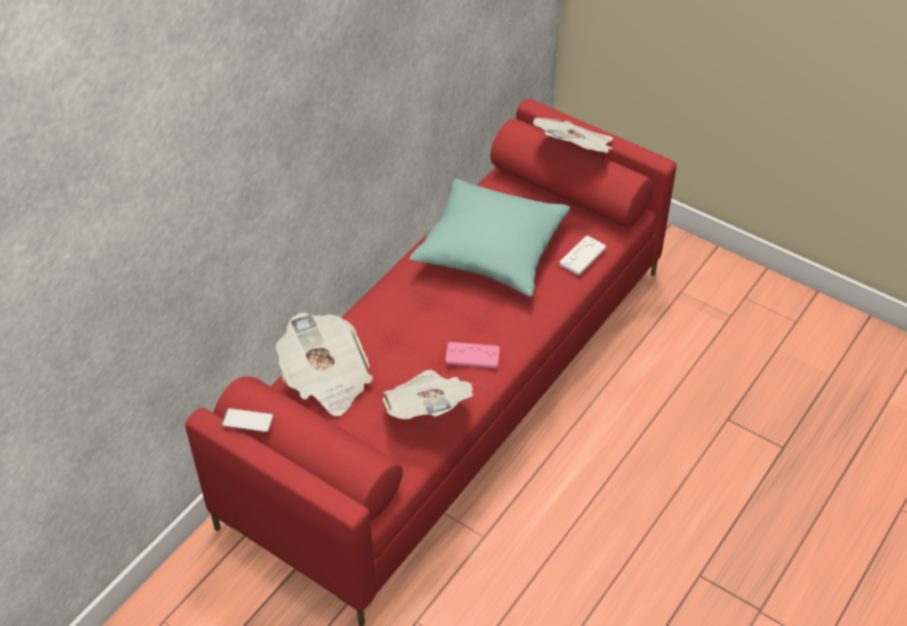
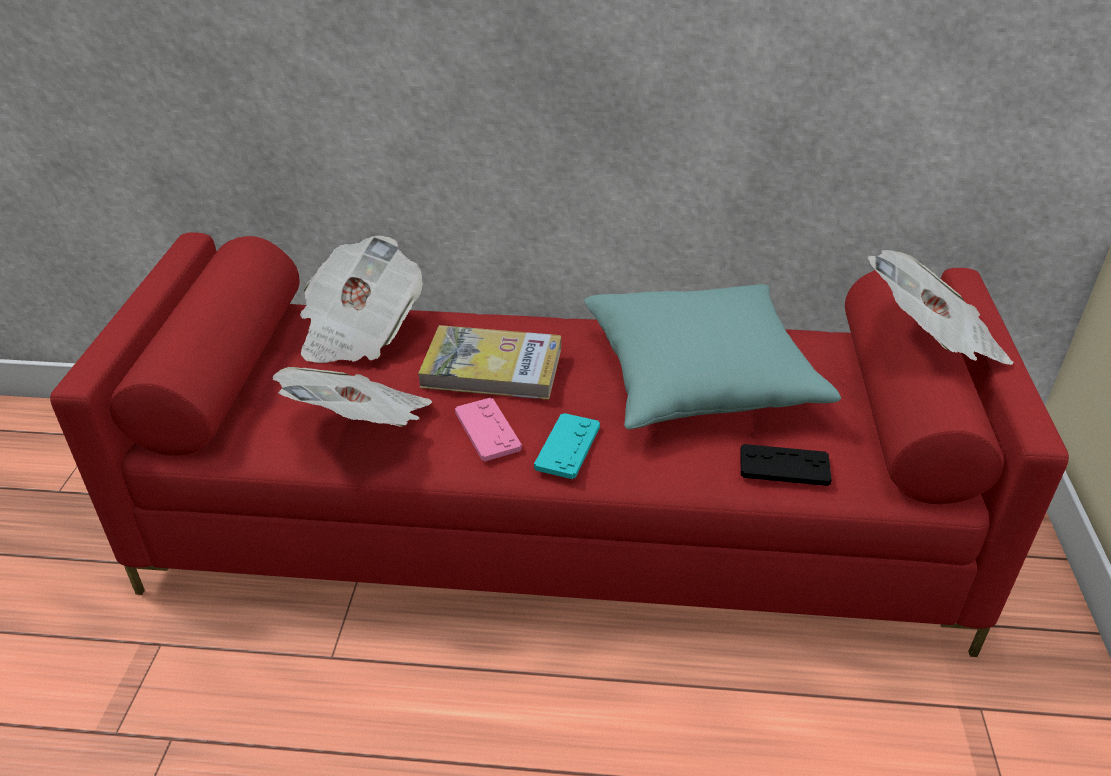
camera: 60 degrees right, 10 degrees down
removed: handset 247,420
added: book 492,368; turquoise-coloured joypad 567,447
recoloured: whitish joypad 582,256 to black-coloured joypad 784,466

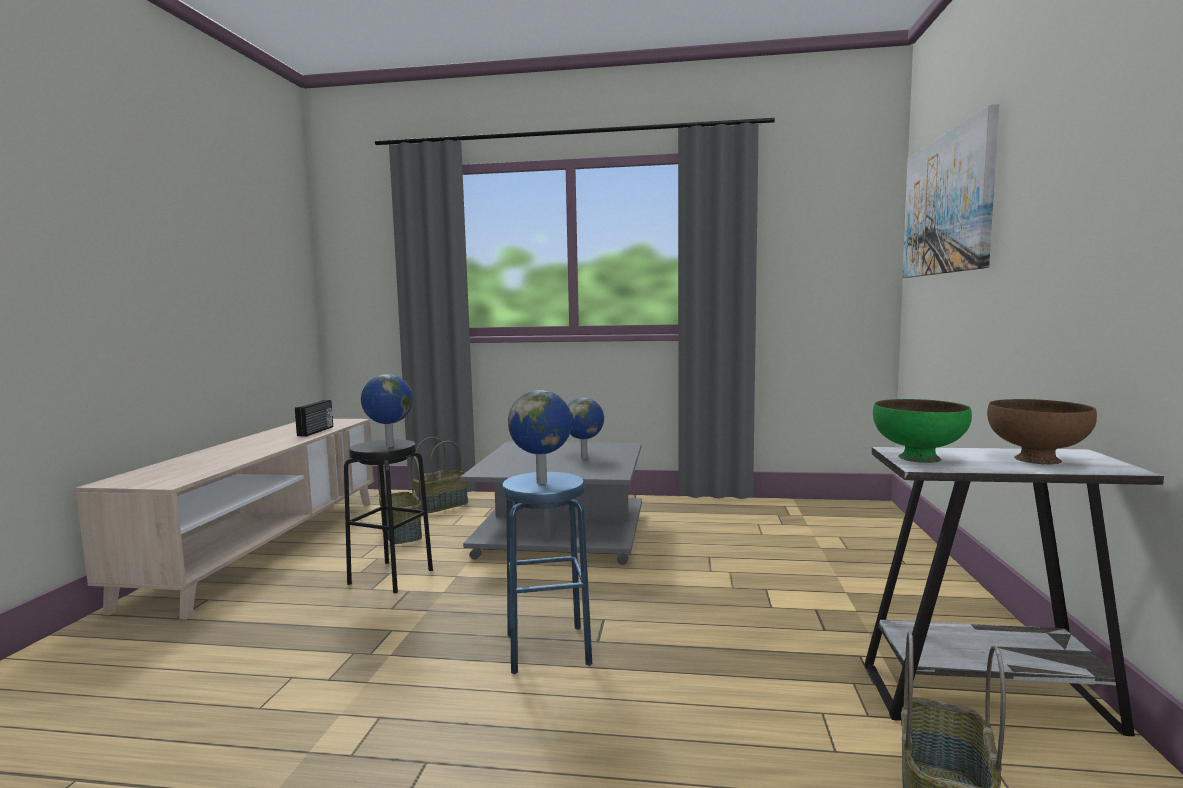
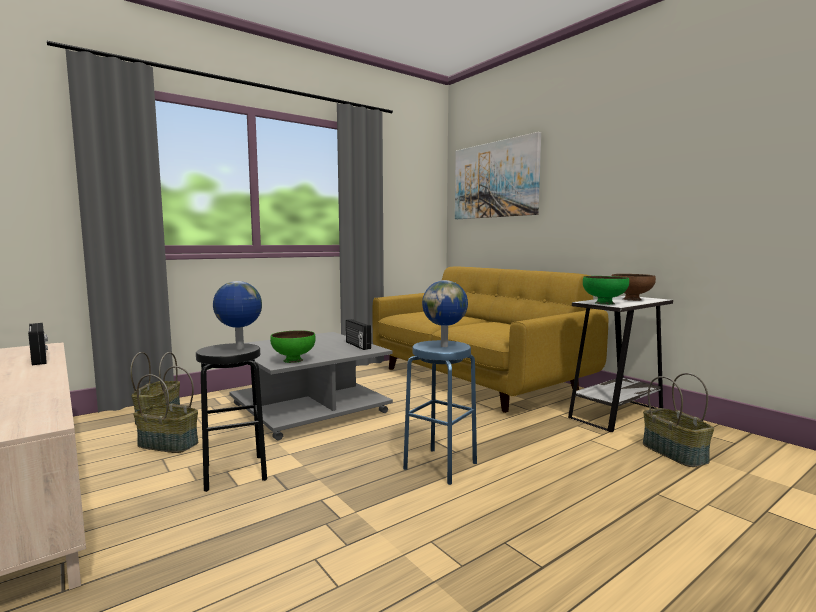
camera: 45 degrees left, 0 degrees up
removed: desk globe 585,457
added: green bowl 294,360; radio 357,345; yellowish sofa 476,378

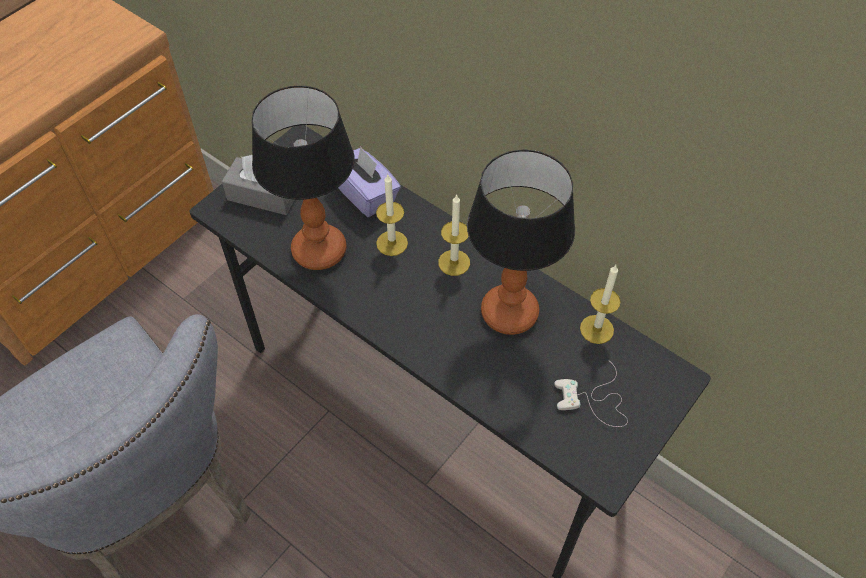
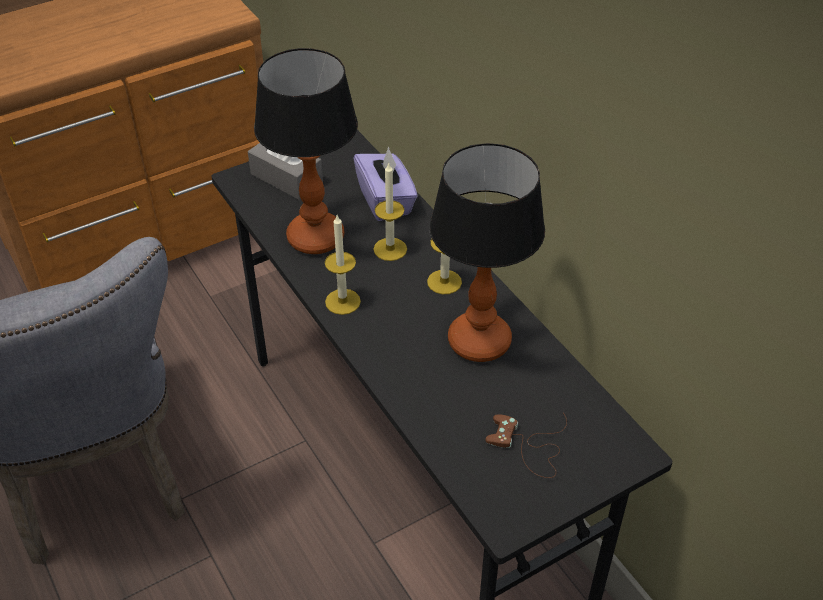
camera: 20 degrees right, 10 degrees down
moved: wax candle 596,329 to 342,301
recoloured: whitish joypad 594,400 to brown-coloured joypad 529,446

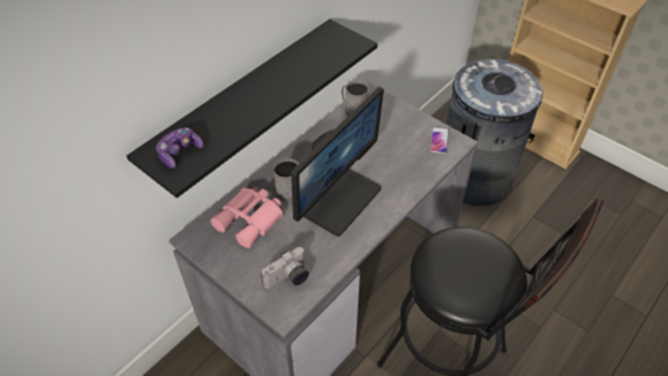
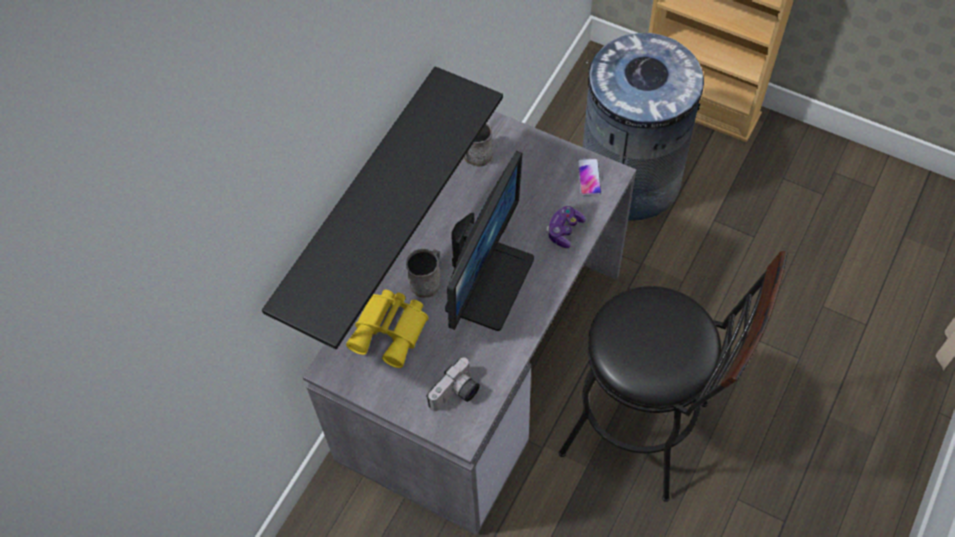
camera: 10 degrees left, 10 degrees up
moved: joypad 180,152 to 564,230
recoloured: pink pair of binoculars 251,219 to yellowish pair of binoculars 391,331

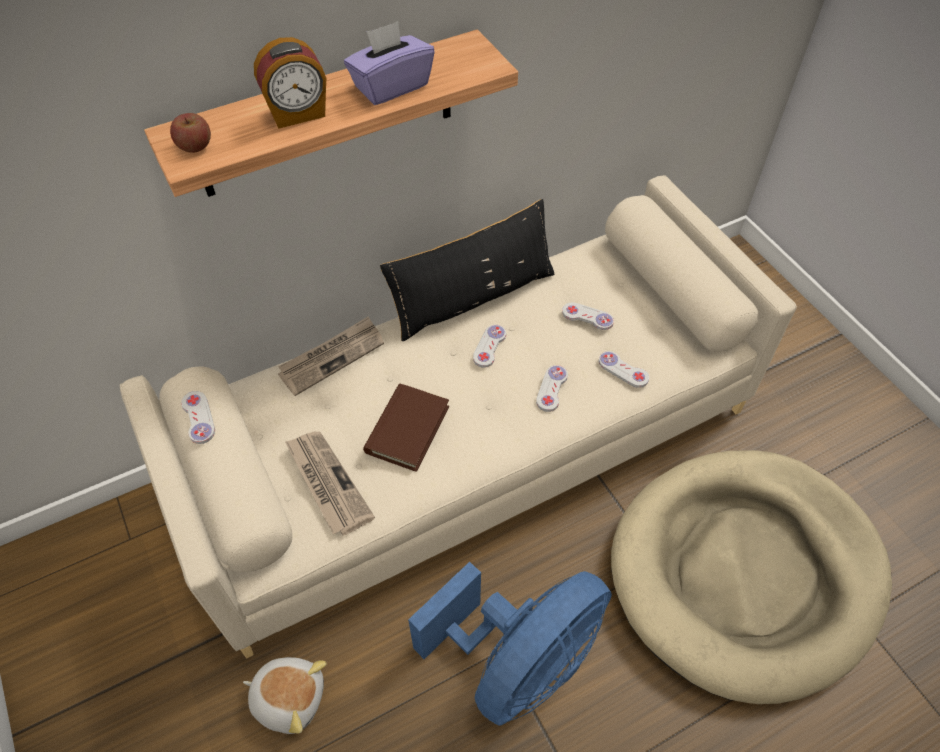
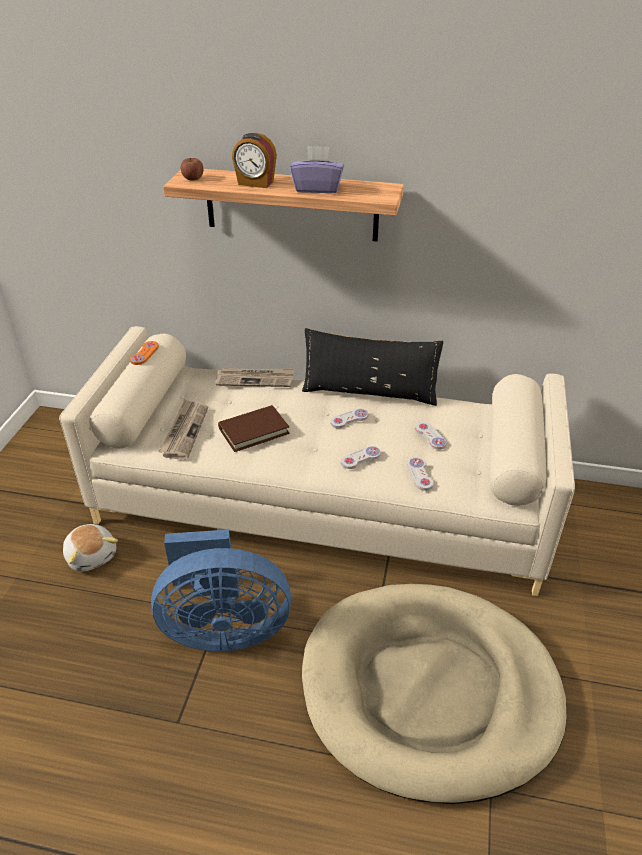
camera: 40 degrees right, 15 degrees down
recoloured: whitish joypad 198,418 to orangey joypad 144,354

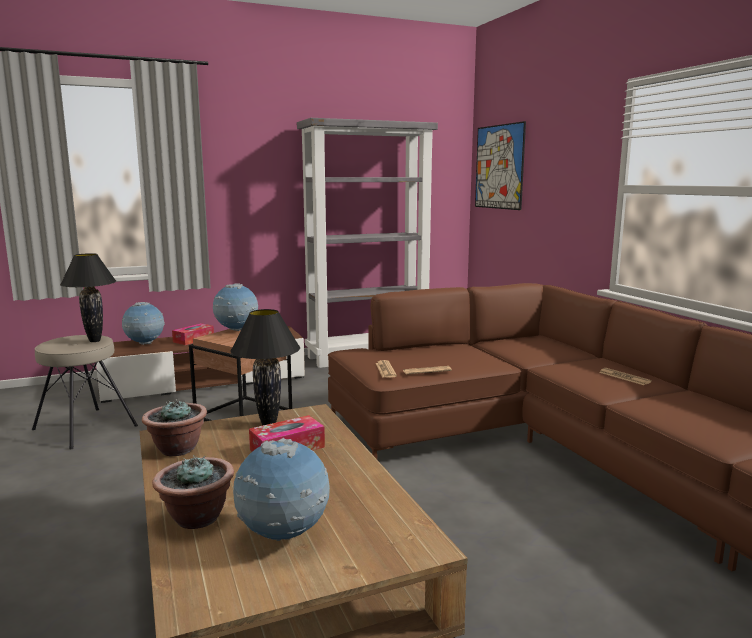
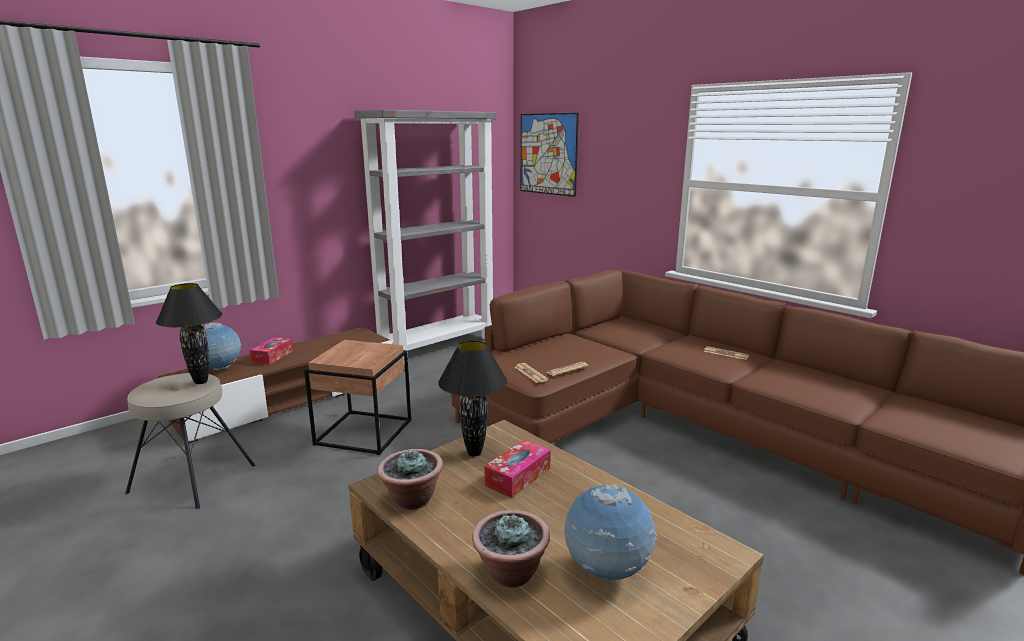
camera: 20 degrees left, 5 degrees up
removed: desk globe 236,331

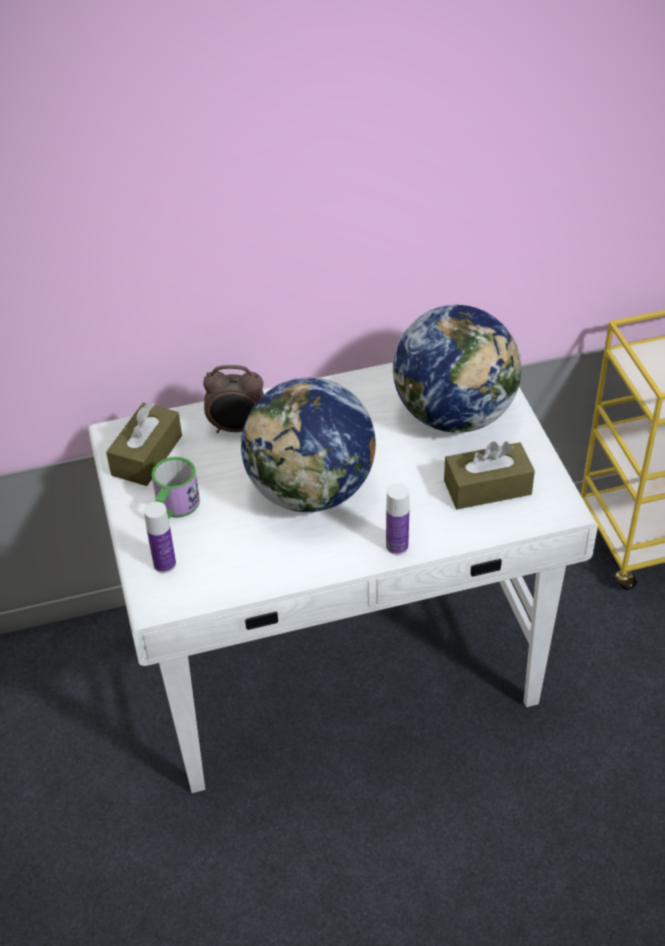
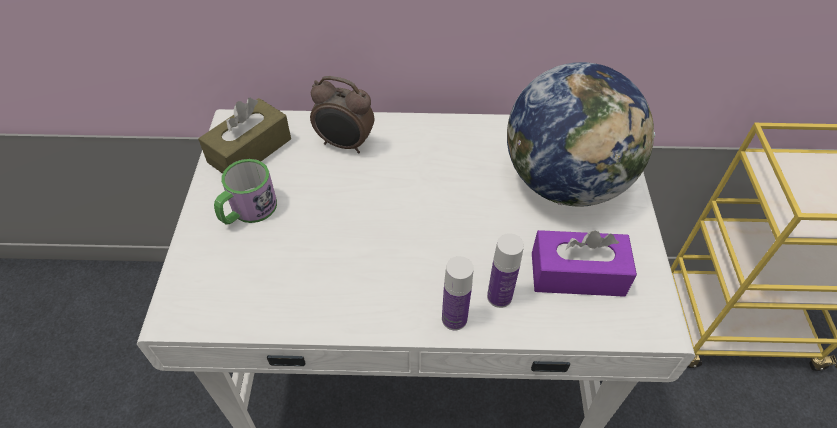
camera: 15 degrees right, 5 degrees up
removed: desk globe 311,491
moved: drink bottle 164,564 to 499,297
recoloured: brown-coloured tissue holder 487,487 to purplish tissue holder 577,274

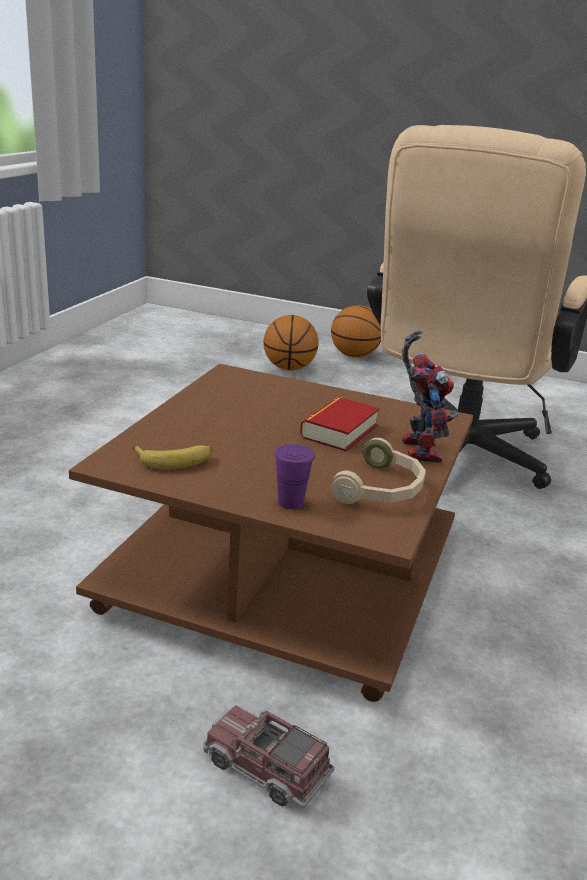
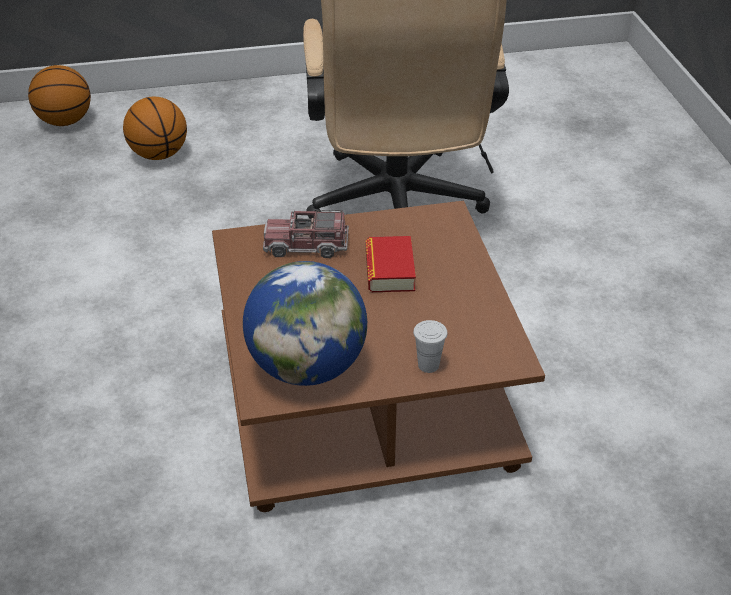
camera: 30 degrees left, 15 degrees up
removed: beige headphones 382,489; model robot 415,448
moved: ball for basketball 354,356 to 65,121; model truck 266,768 to 306,245
replaced: banana fruit 175,460 to desk globe 307,367
recoloured: purplish cup 290,502 to whitish cup 428,365

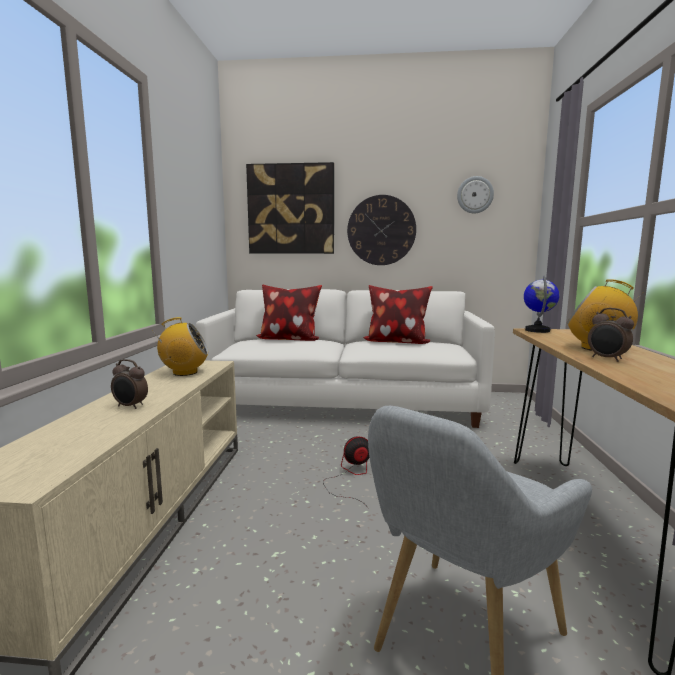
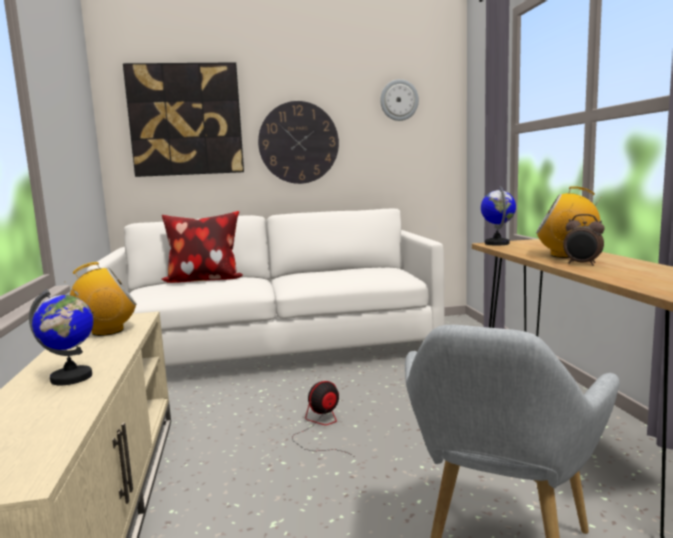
camera: 15 degrees left, 0 degrees up
removed: throw pillow 396,342
replaced: alarm clock 130,406 to desk globe 71,378

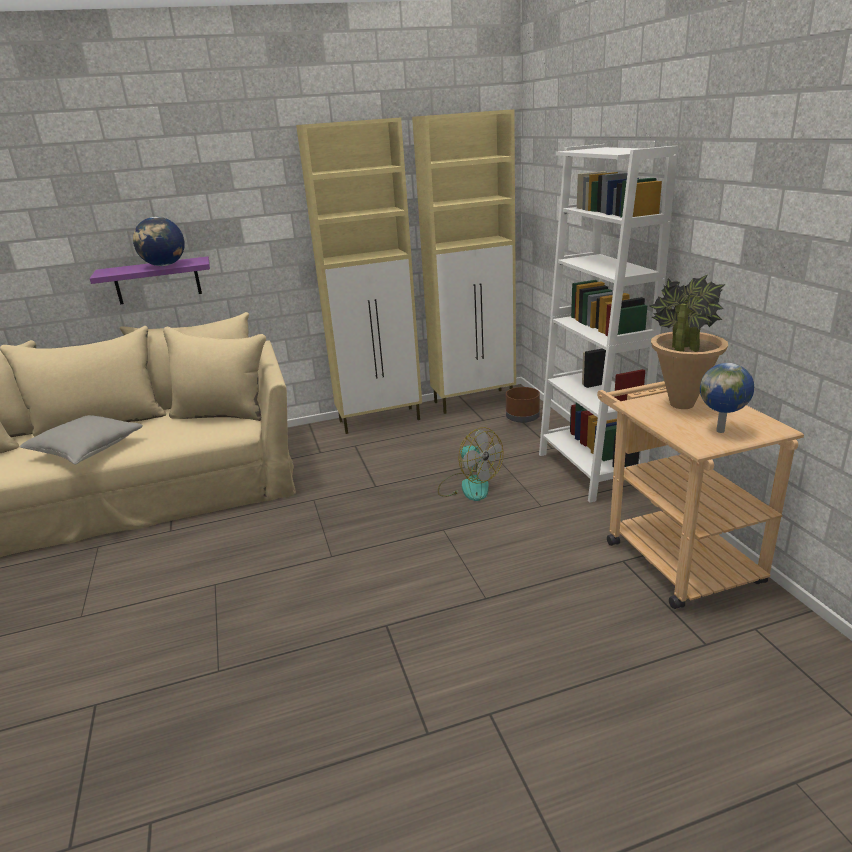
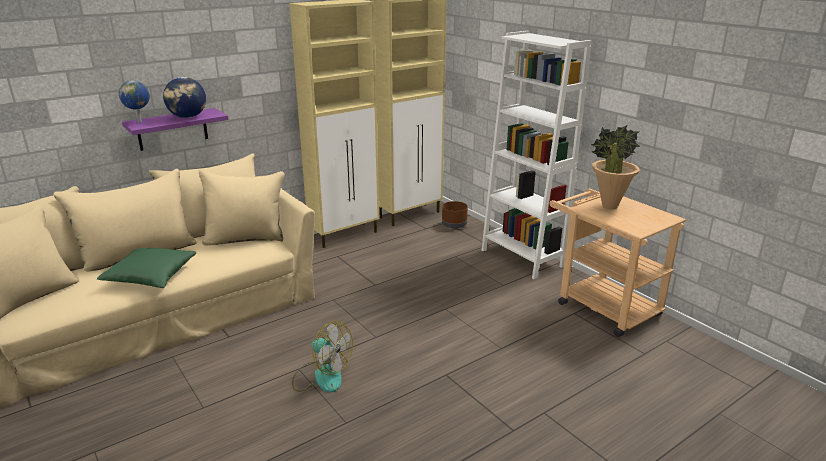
camera: 20 degrees left, 0 degrees up
moved: desk globe 721,431 to 140,121; cooling fan 468,486 to 321,376
recoloured: grey throw pillow 87,450 to green throw pillow 151,277

